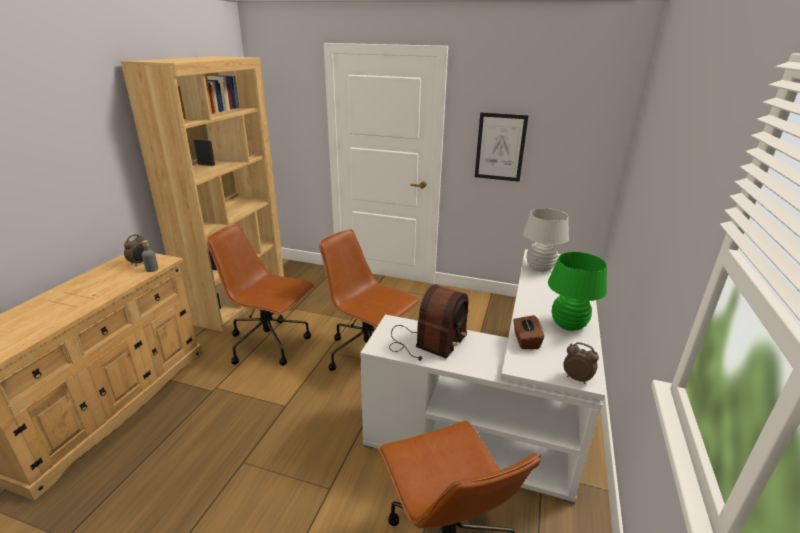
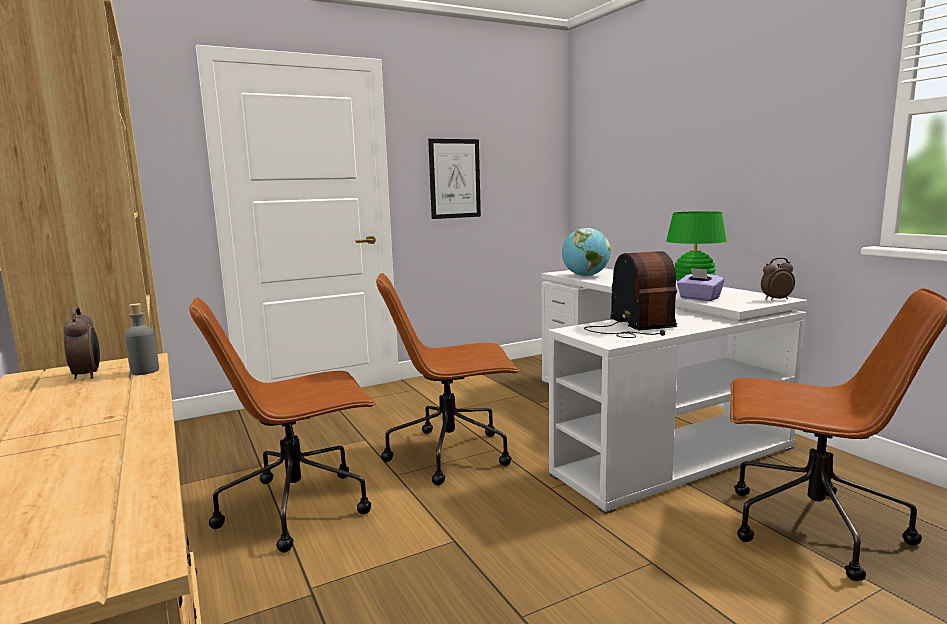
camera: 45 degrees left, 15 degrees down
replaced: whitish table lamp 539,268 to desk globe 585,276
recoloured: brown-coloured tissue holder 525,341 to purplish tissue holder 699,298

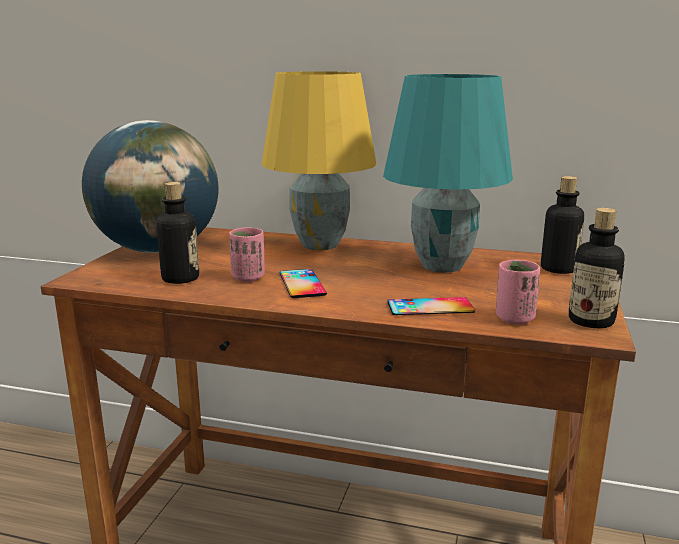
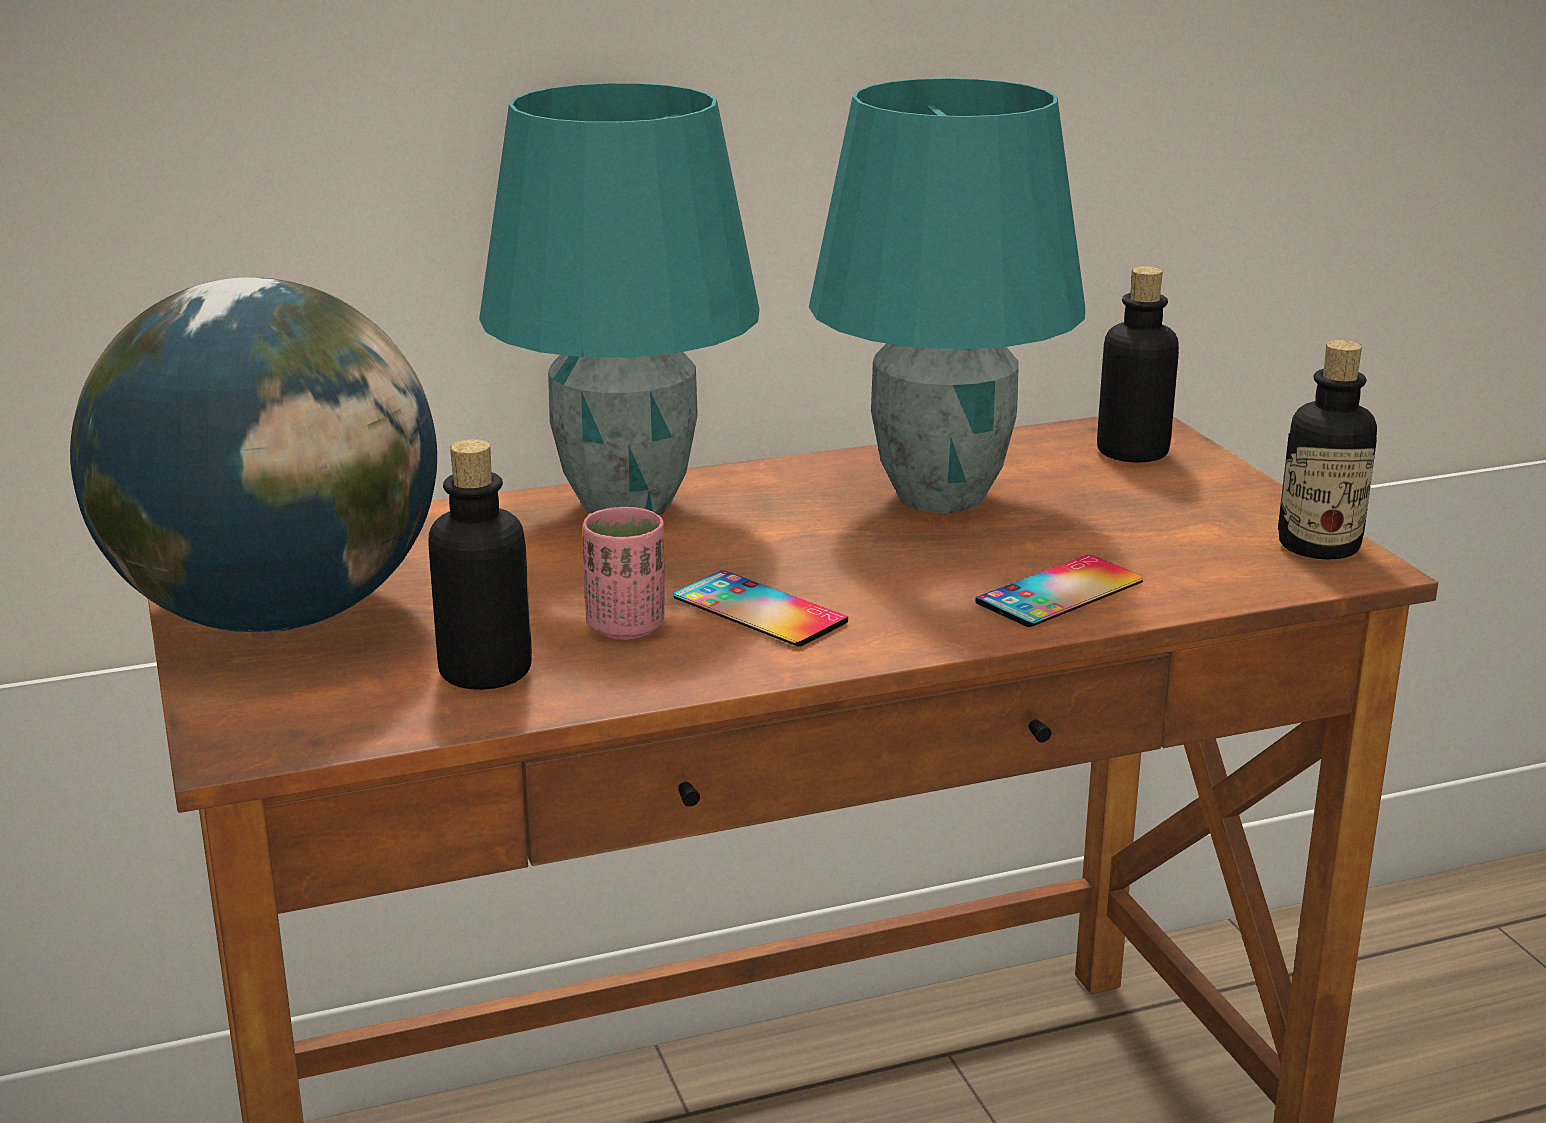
camera: 35 degrees left, 5 degrees up
removed: pink cup 514,318
recoloured: yellowish table lamp 318,245 to turquoise-coloured table lamp 624,506

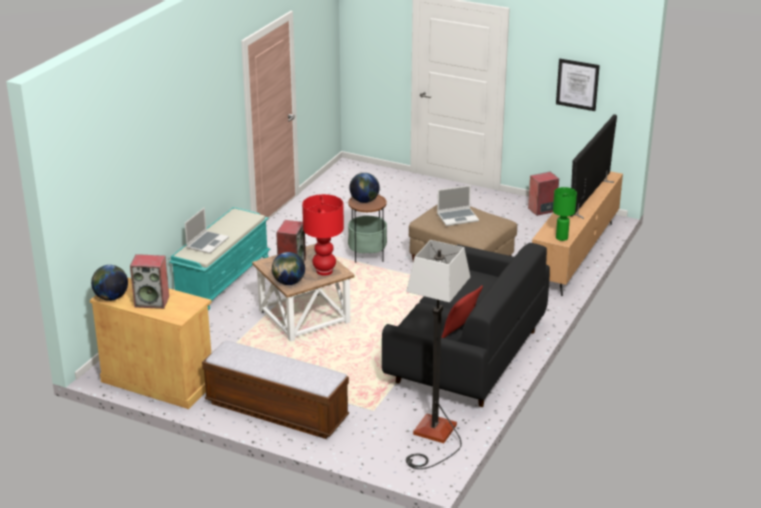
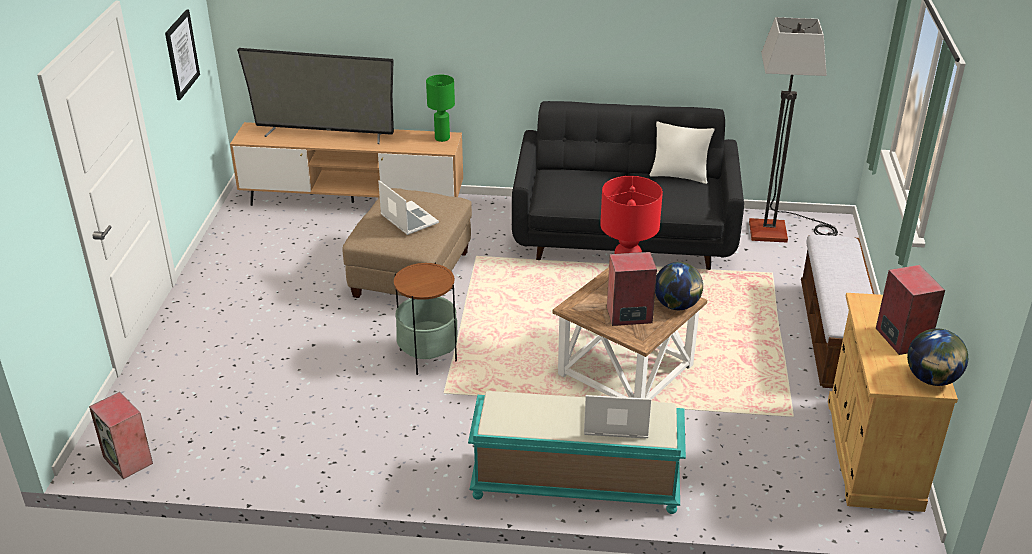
camera: 110 degrees left, 5 degrees up
removed: desk globe 364,201
moved: speaker 542,210 to 129,460
recoloured: red throw pillow 459,332 to whitish throw pillow 679,176

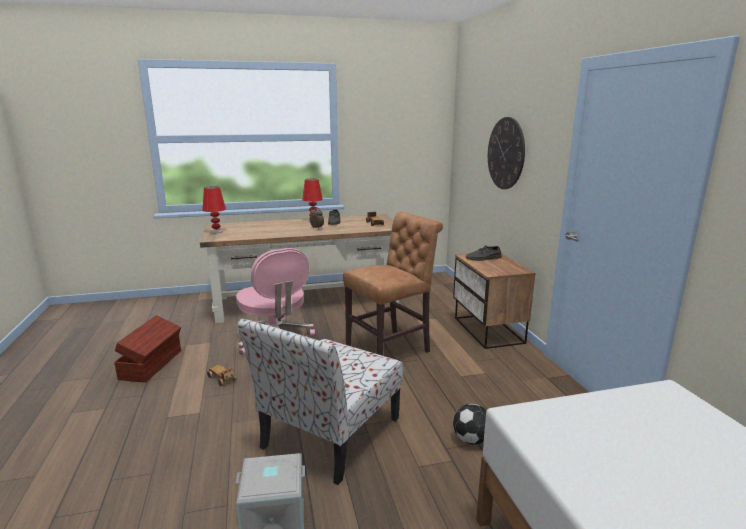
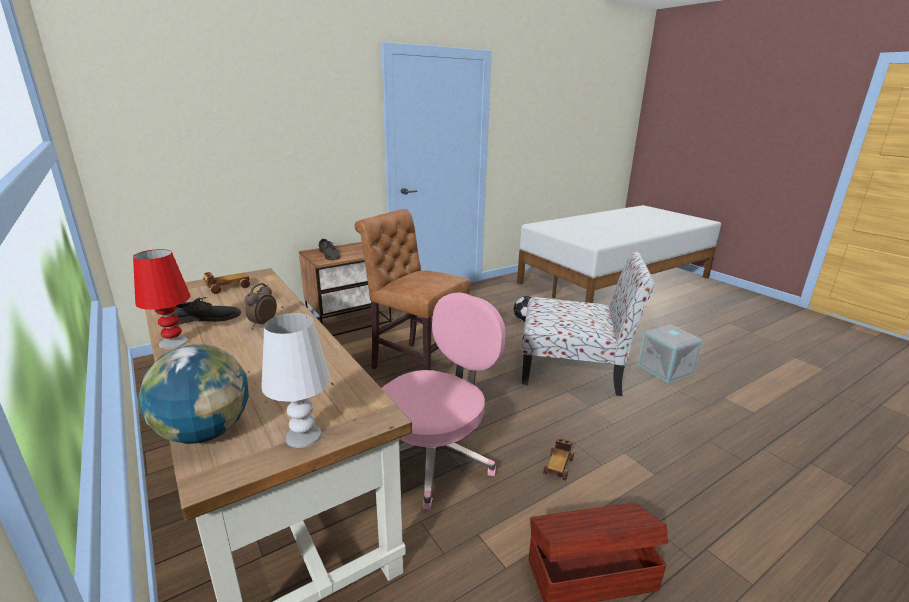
camera: 110 degrees left, 5 degrees up
removed: clock on the wall 506,153
added: desk globe 205,432
recoloured: red table lamp 216,231 to whitish table lamp 303,436

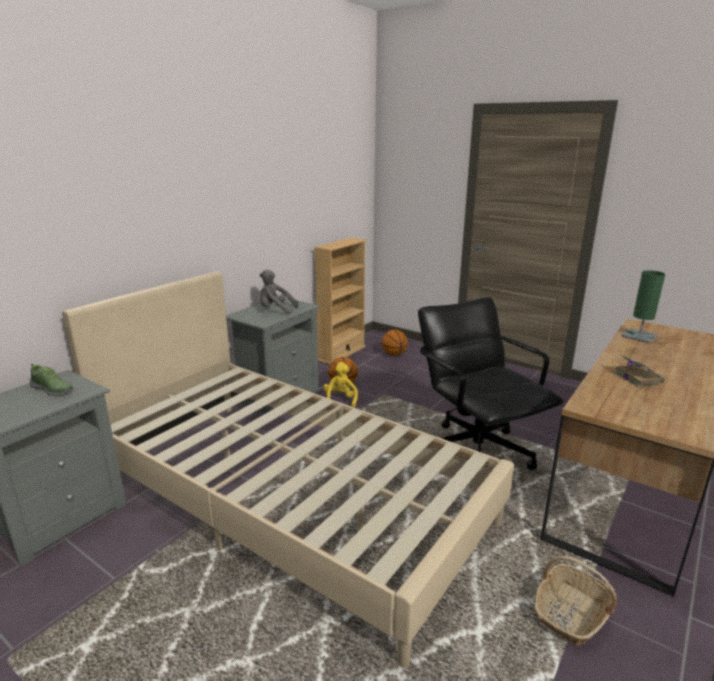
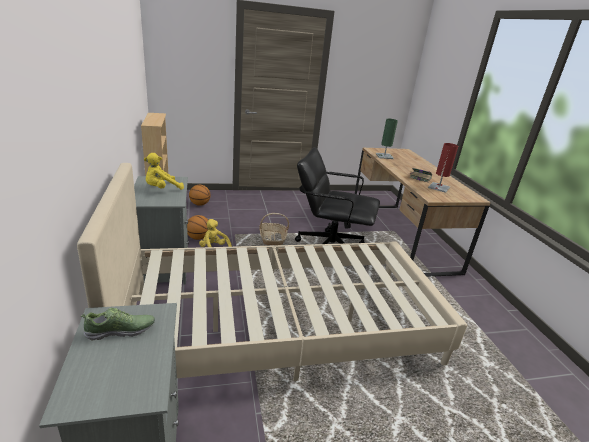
camera: 50 degrees left, 5 degrees up
added: red table lamp 439,187
moved: storage basket 571,613 to 272,238
recoloured: grey soft toy 276,310 to yellowish soft toy 162,189

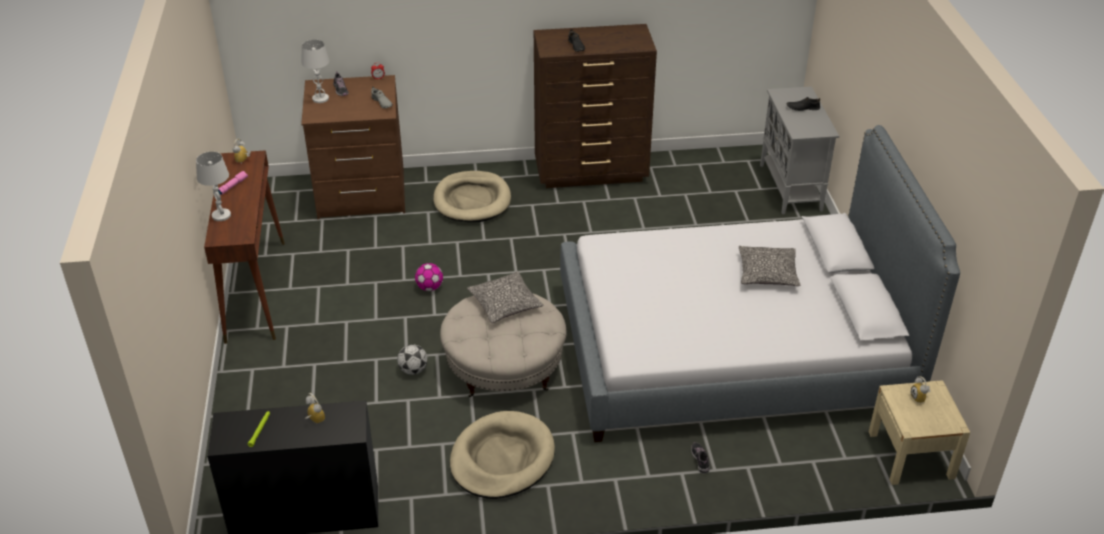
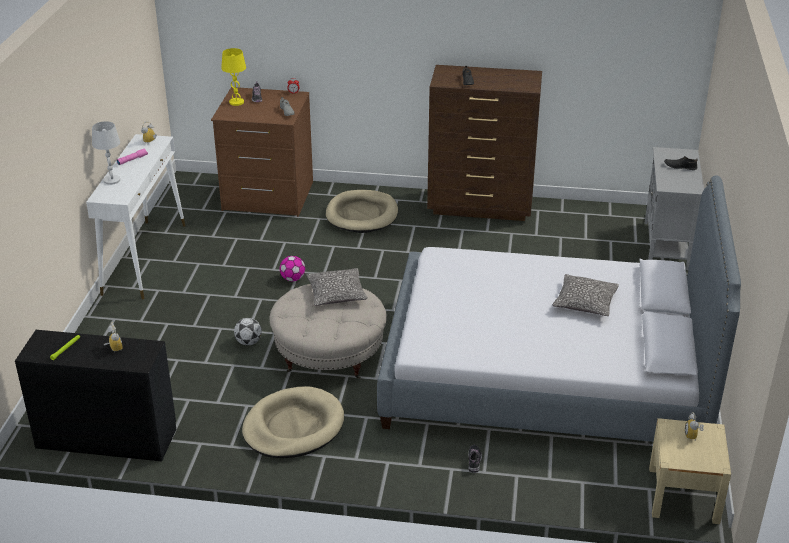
camera: 15 degrees right, 5 degrees down
recoloured: brown-coloured console table 255,290 to whitish console table 145,258; whitish table lamp 320,99 to yellowish table lamp 236,102

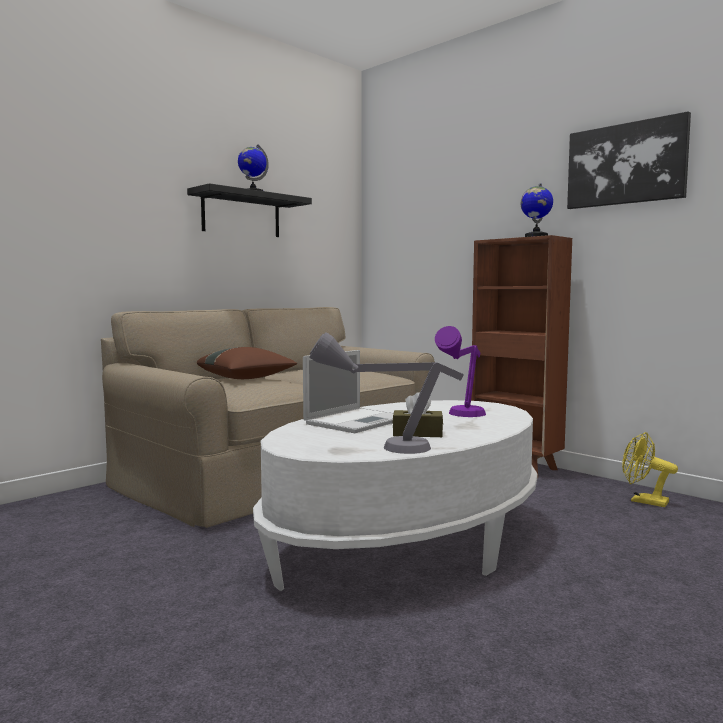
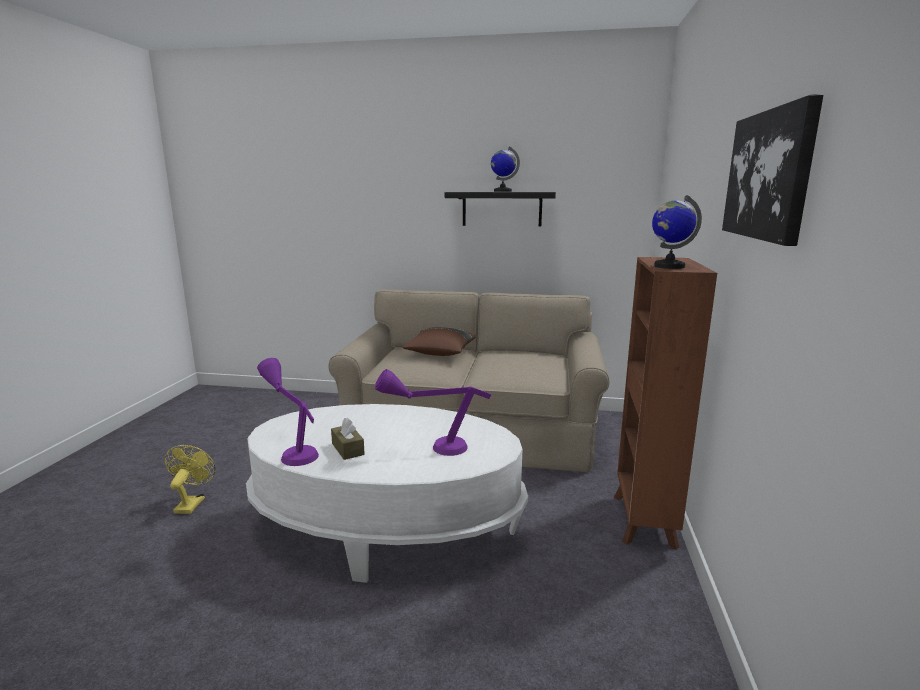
camera: 55 degrees right, 10 degrees up
removed: portable computer 357,421
moved: yellowish cooling fan 643,501 to 192,503
recoloured: grey table lamp 382,447 to purplish table lamp 293,450

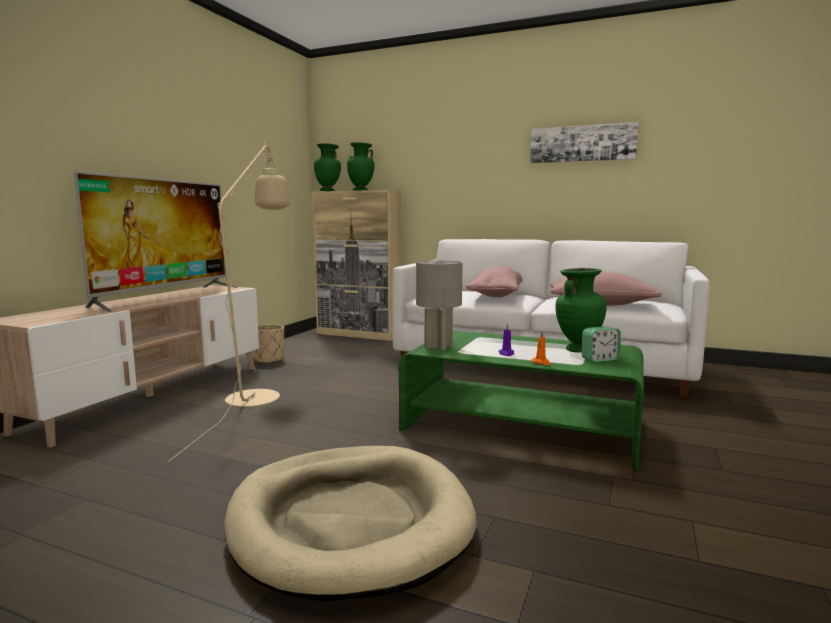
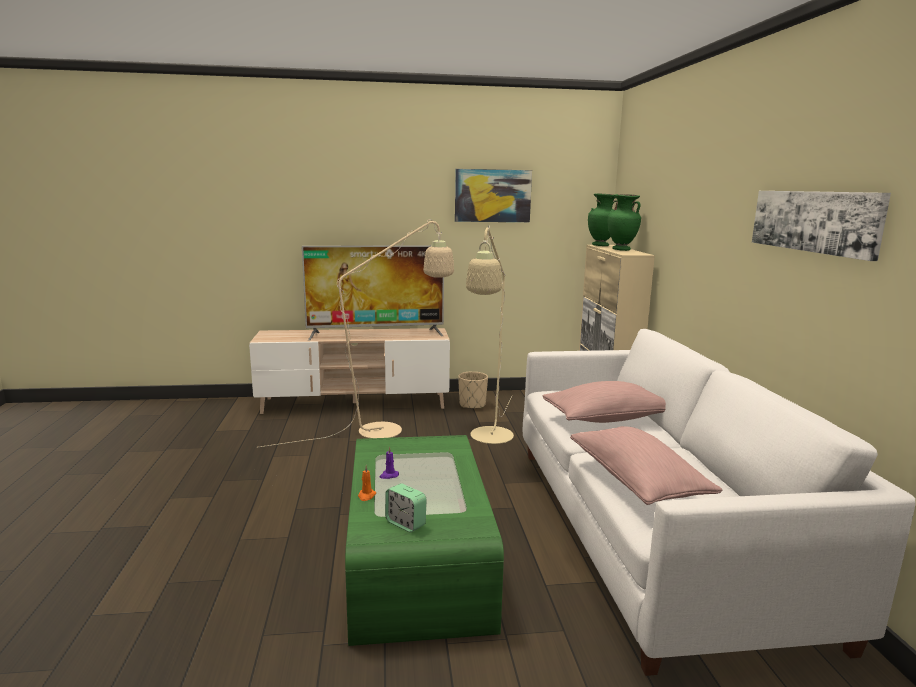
camera: 60 degrees right, 5 degrees up
removed: beige dog bed 350,522; grey table lamp 438,346; green decorative vase 578,350
added: wall picture 492,196; beige floor lamp 490,439

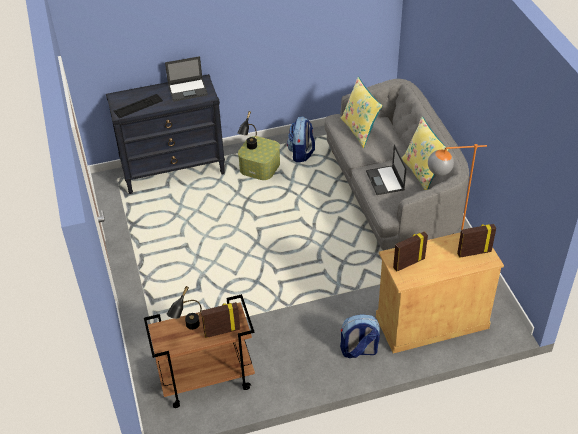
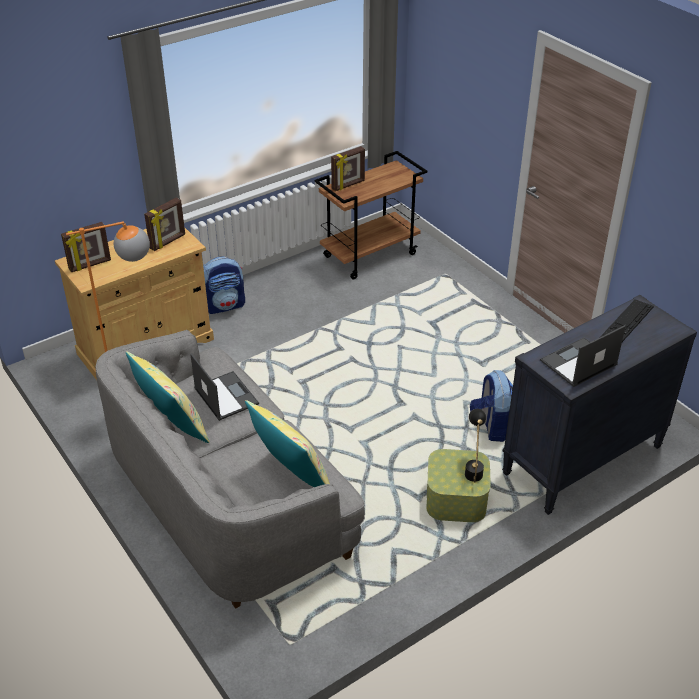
camera: 160 degrees right, 5 degrees down
removed: black-coloured table lamp 188,328
moved: backpack 301,153 to 492,426

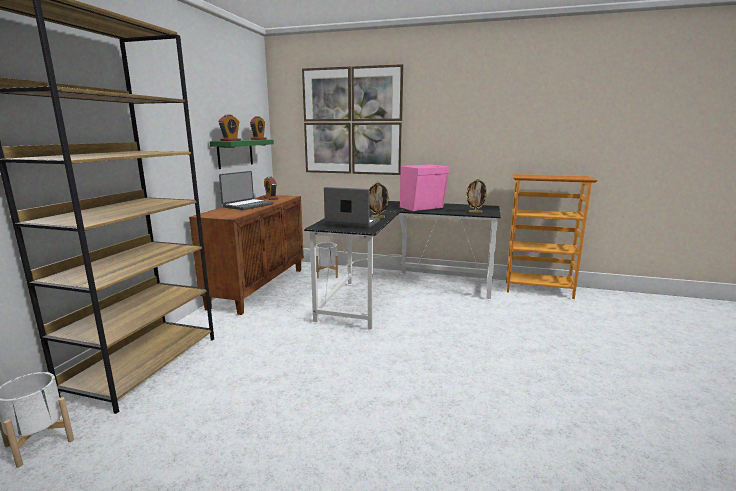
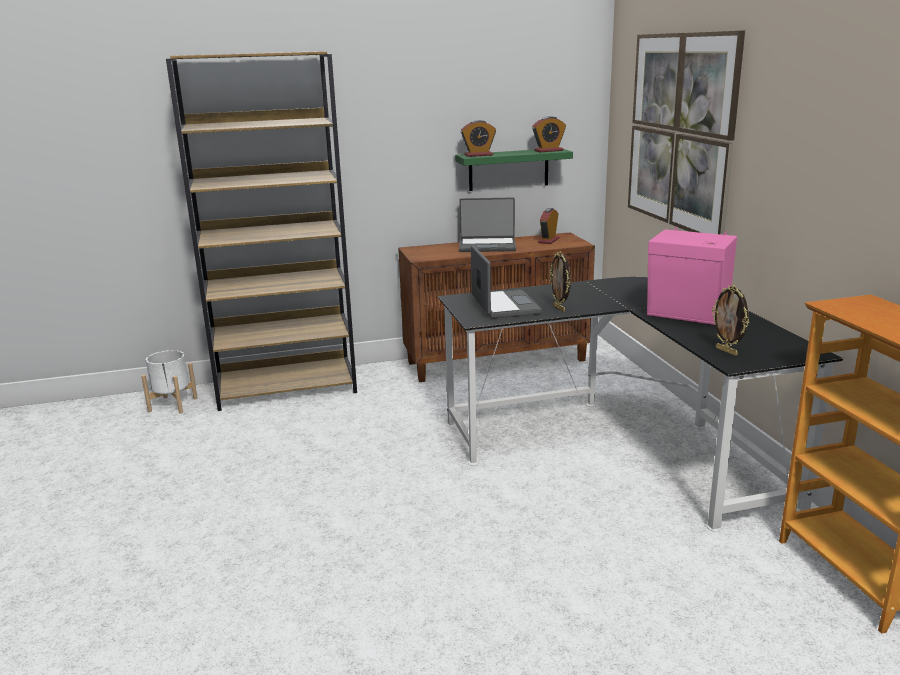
camera: 60 degrees right, 5 degrees up
removed: whitish plant pot 327,274

